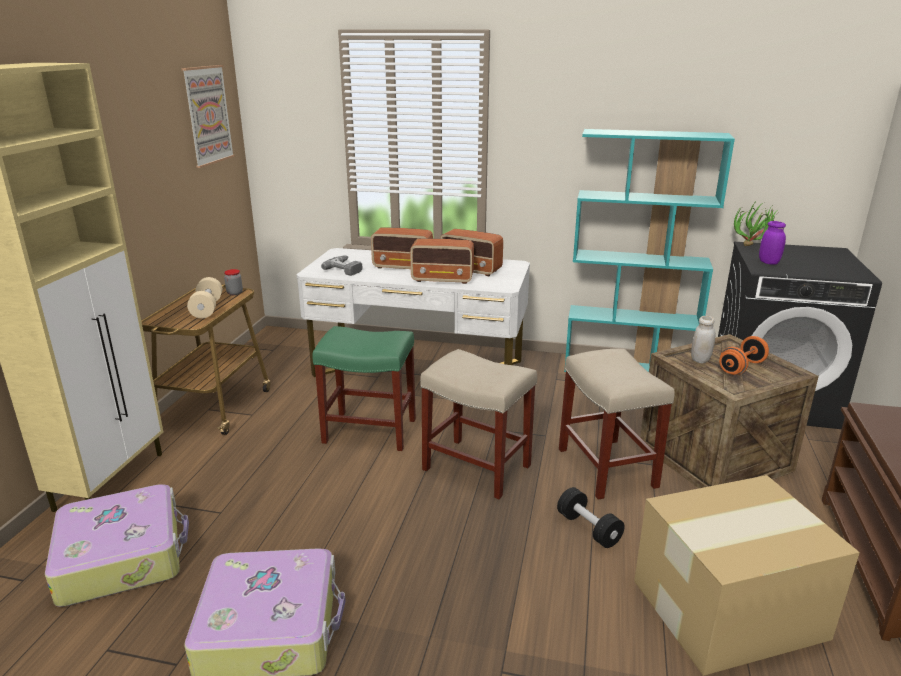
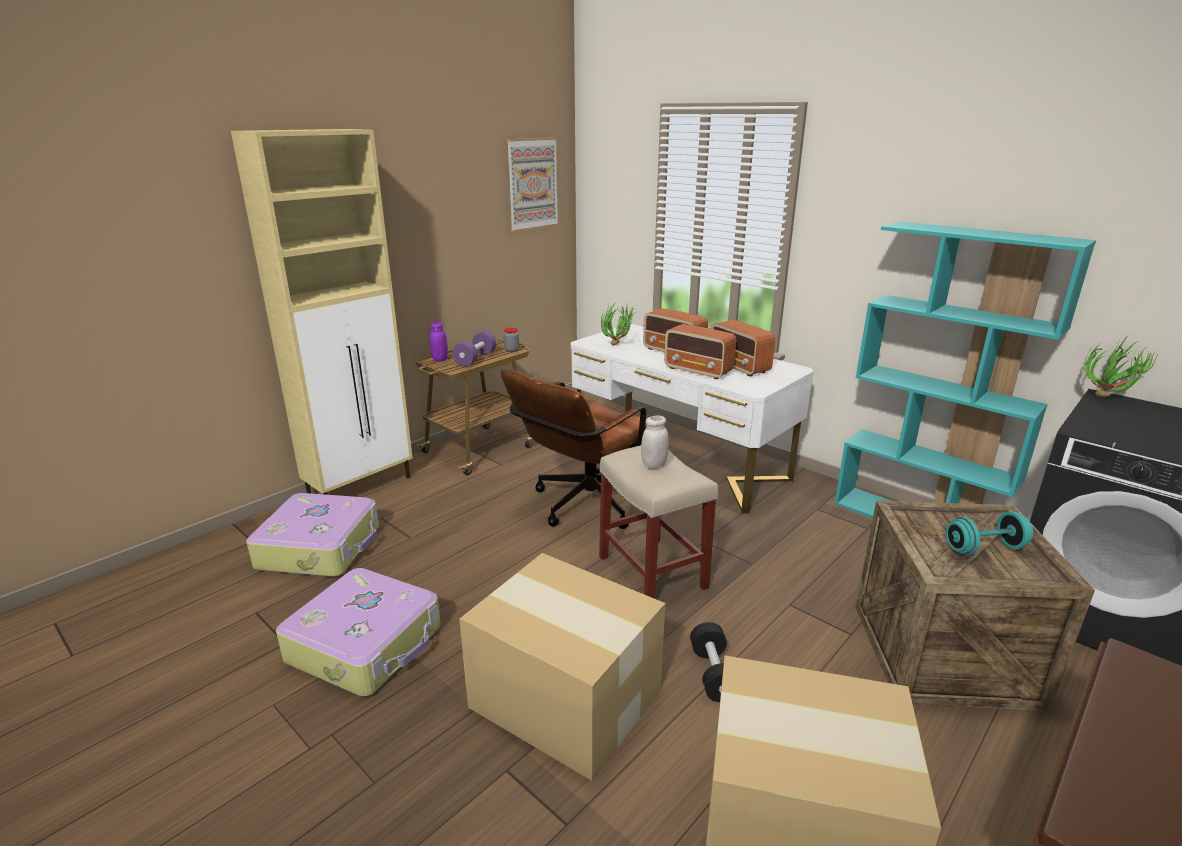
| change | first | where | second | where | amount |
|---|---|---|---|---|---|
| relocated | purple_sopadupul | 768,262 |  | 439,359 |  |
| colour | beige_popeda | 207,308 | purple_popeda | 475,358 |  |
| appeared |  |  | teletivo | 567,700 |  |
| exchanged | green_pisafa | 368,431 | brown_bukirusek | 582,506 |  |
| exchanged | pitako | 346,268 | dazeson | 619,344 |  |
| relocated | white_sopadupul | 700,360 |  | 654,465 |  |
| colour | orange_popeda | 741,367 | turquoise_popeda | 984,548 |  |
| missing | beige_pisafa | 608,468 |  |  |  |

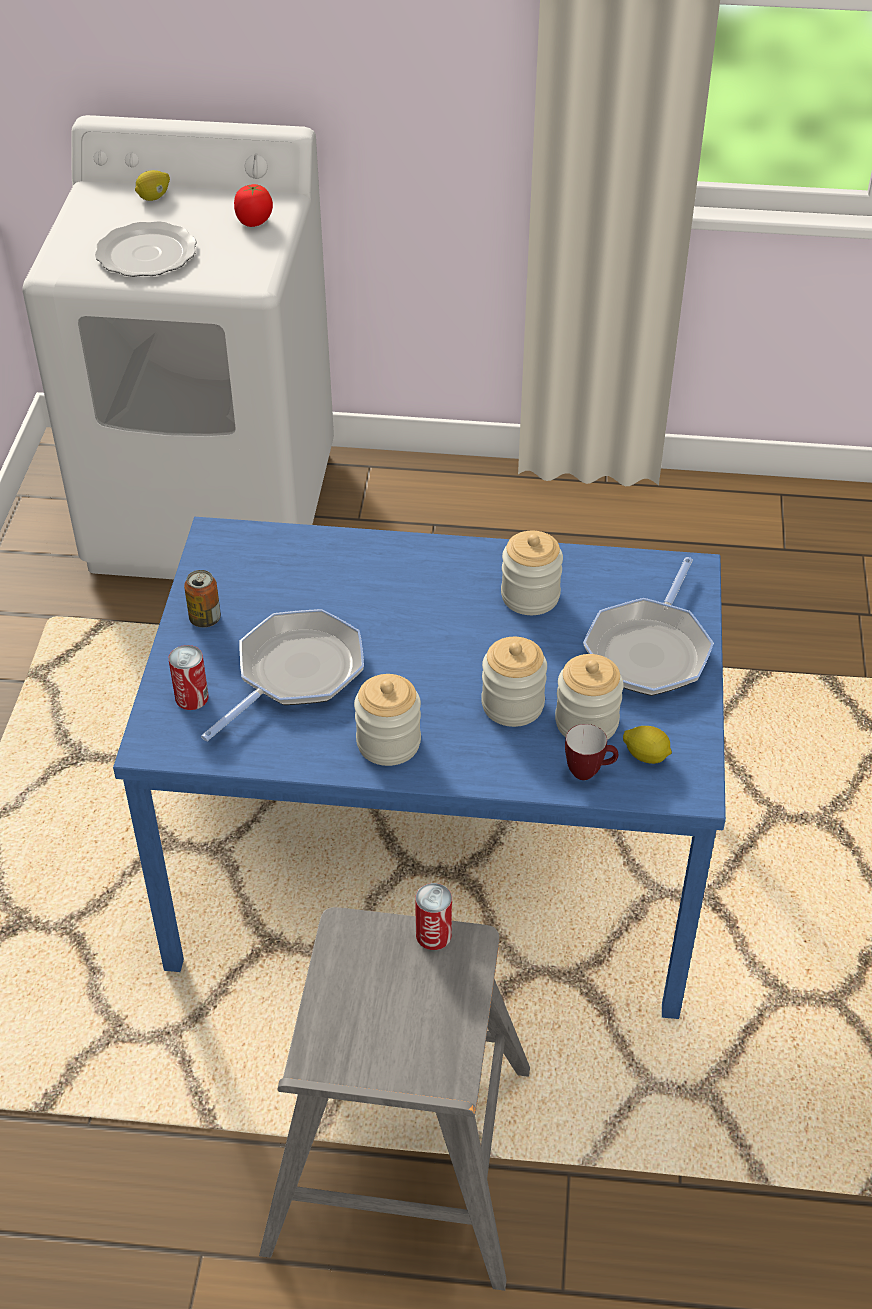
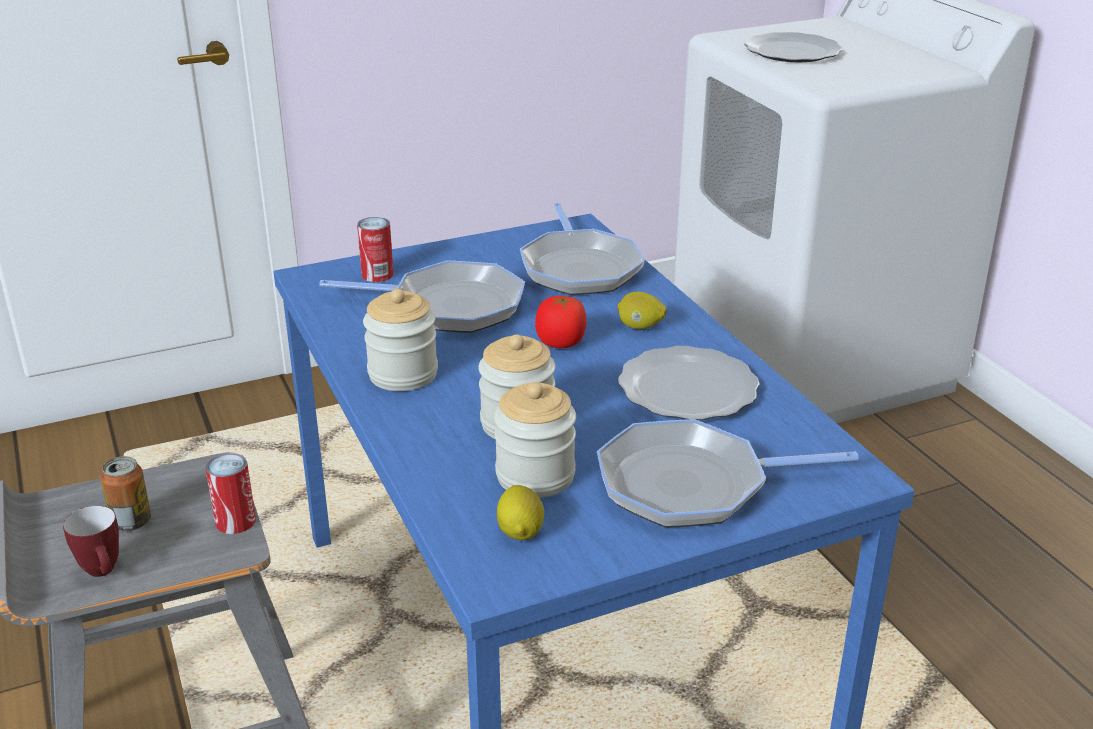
| change | first | where | second | where | amount |
|---|---|---|---|---|---|
| relocated | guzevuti | 589,771 |  | 104,573 |  |
| relocated | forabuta | 205,619 |  | 131,522 |  |
| appeared |  |  | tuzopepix | 579,268 |  |
| relocated | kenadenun | 254,222 |  | 560,343 |  |
| relocated | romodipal | 154,197 |  | 640,327 |  |
| exchanged | sopadupul | 530,596 | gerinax | 685,388 |  |

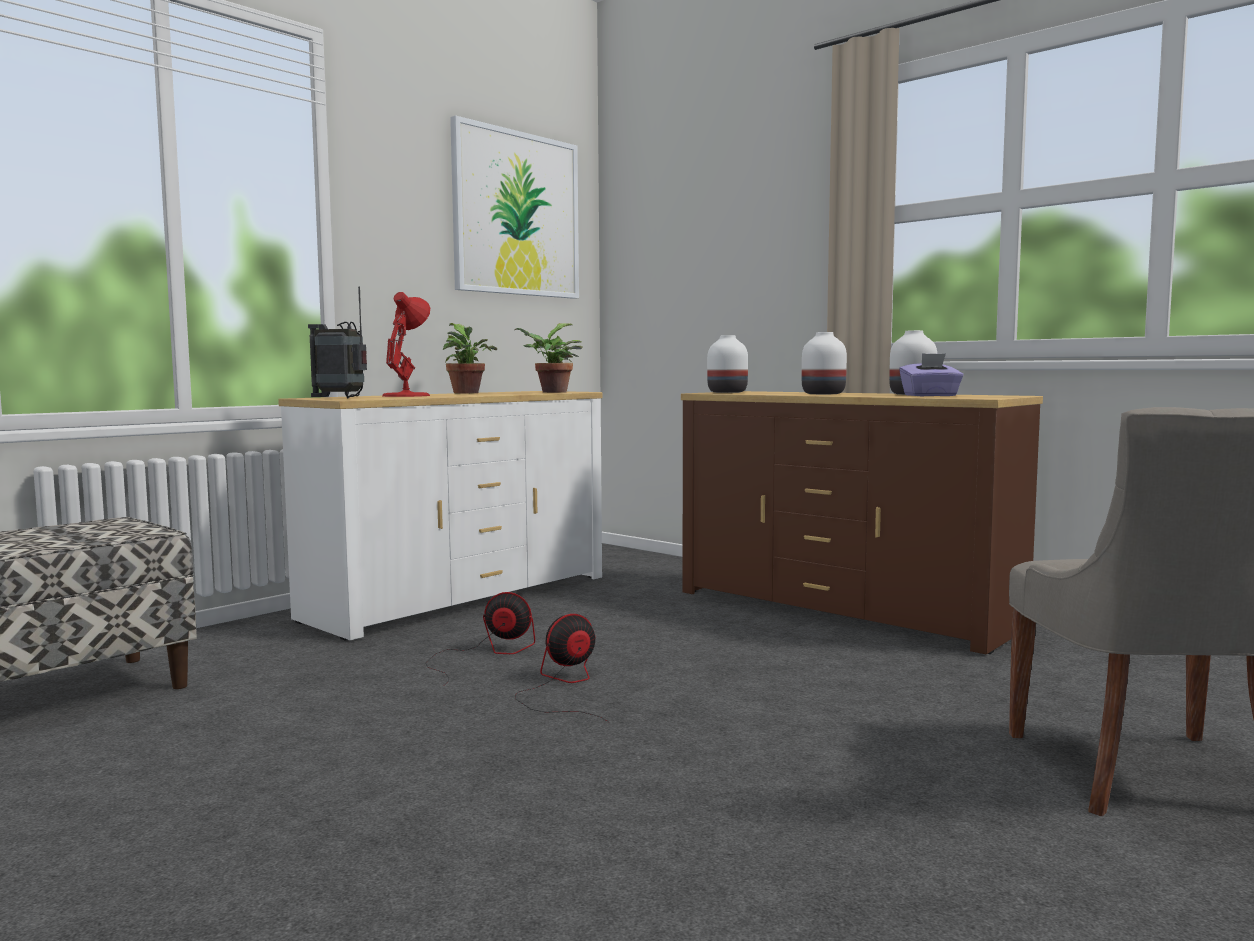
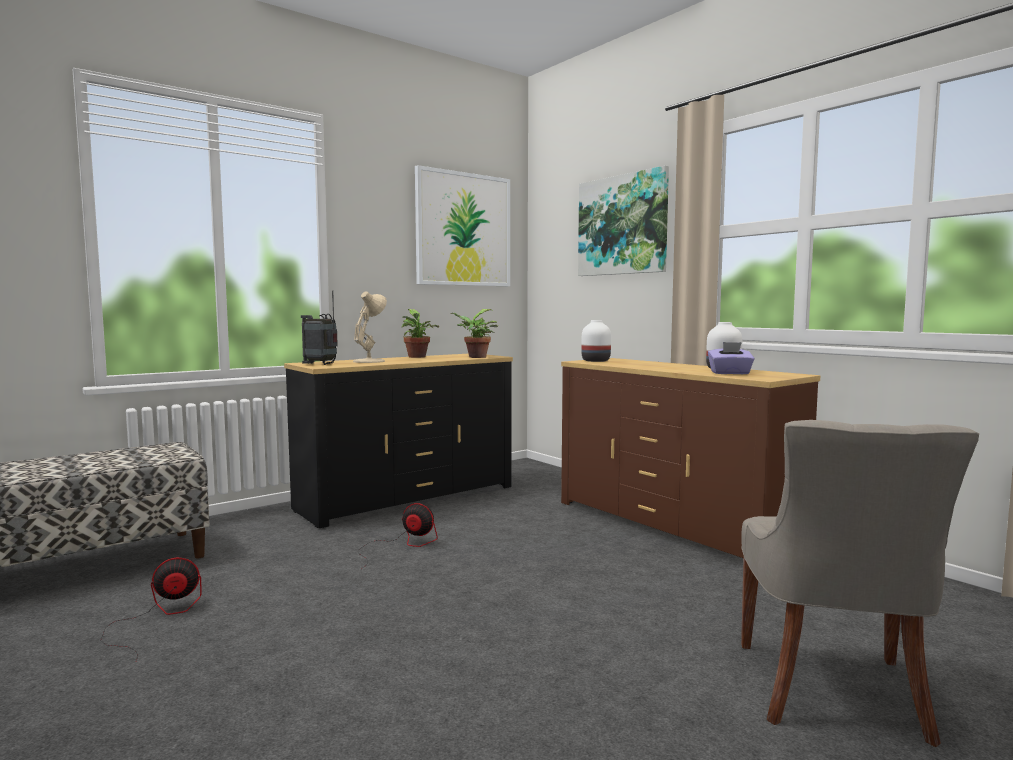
| change | first | where | second | where | amount |
|---|---|---|---|---|---|
| relocated | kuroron | 564,686 |  | 159,617 |  |
| colour | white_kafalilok | 459,598 | black_kafalilok | 407,498 |  |
| colour | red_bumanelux | 407,395 | beige_bumanelux | 370,361 |  |
| appeared |  |  | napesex | 622,225 |  |
| missing | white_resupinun | 824,394 |  |  |  |

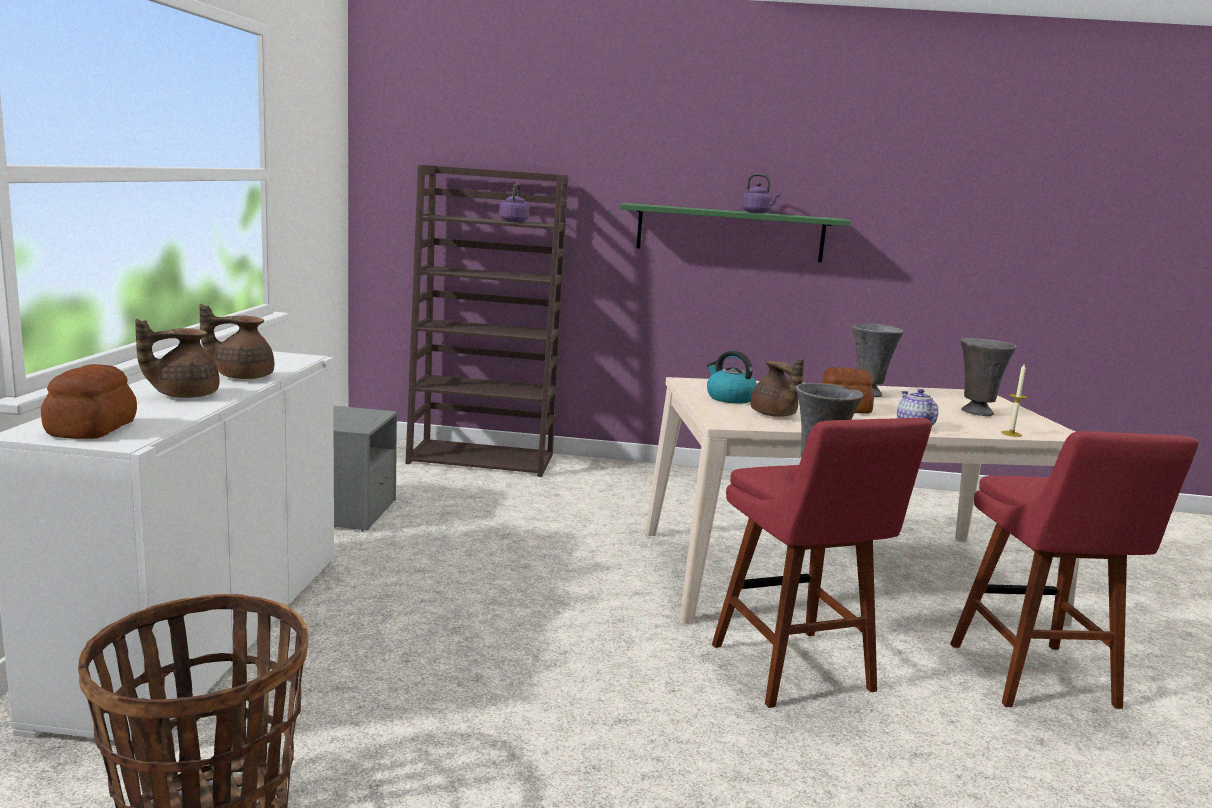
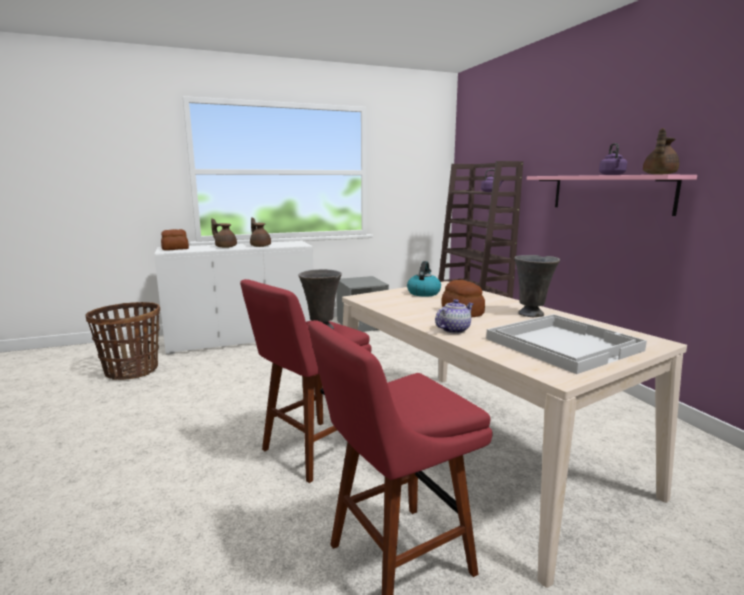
| change | first | where | second | where | amount |
|---|---|---|---|---|---|
| exchanged | grey_resupinun | 976,412 | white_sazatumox | 562,344 |  |
| colour | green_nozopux | 730,233 | pink_nozopux | 609,193 |  |
| relocated | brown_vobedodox | 774,415 |  | 658,174 |  |
| missing | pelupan | 1011,434 |  |  |  |

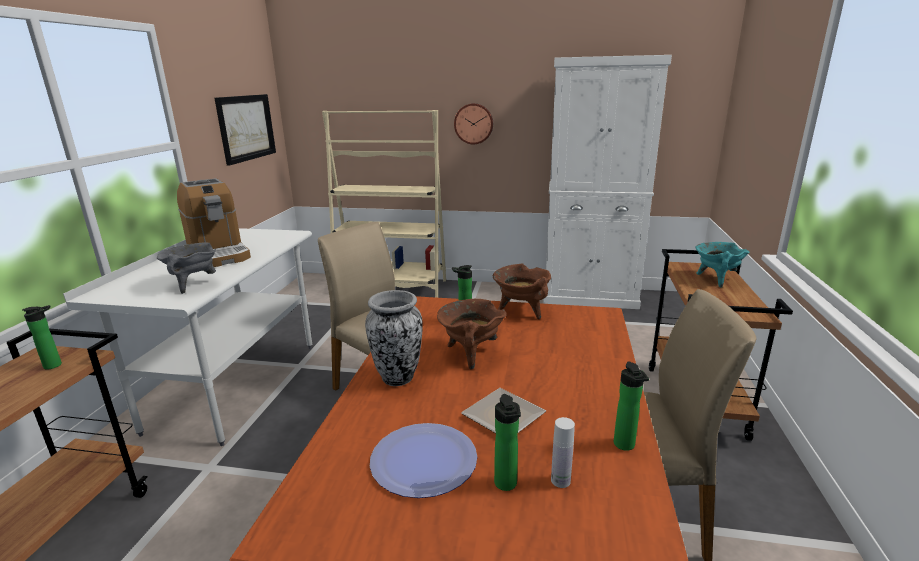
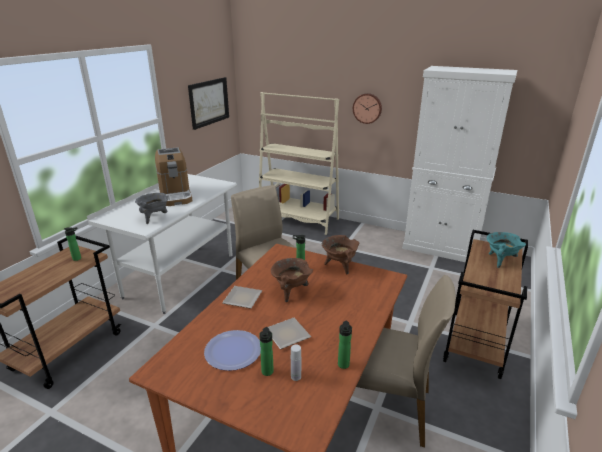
| change | first | where | second | where | amount |
|---|---|---|---|---|---|
| exchanged | resupinun | 398,377 | gerinax | 243,299 |  |

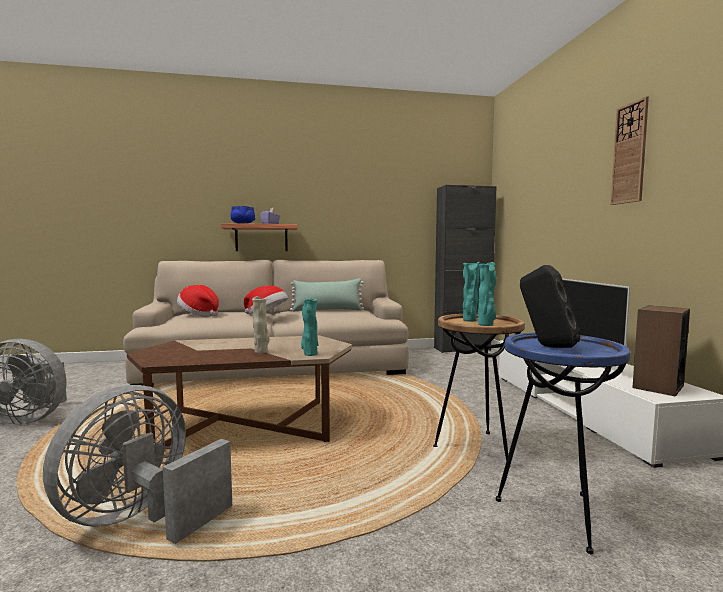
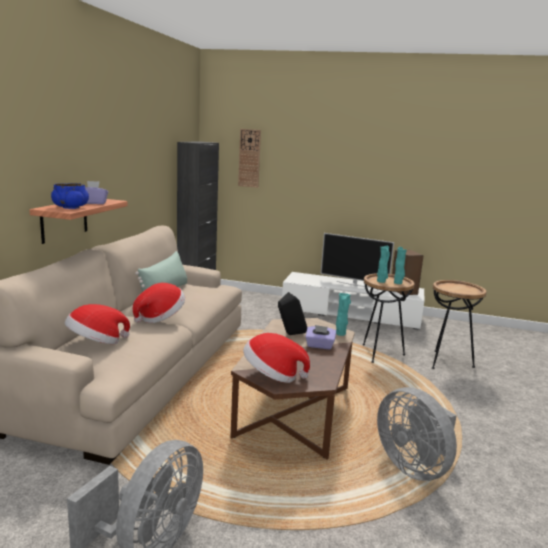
| change | first | where | second | where | amount |
|---|---|---|---|---|---|
| relocated | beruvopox | 629,153 |  | 249,158 |  |
| appeared |  |  | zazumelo | 272,376 |  |
| relocated | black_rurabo | 547,346 |  | 290,334 |  |
| exchanged | beige_resupinun | 261,352 | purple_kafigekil | 319,346 |  |
| colour | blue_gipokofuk | 555,513 | brown_gipokofuk | 447,362 |  |

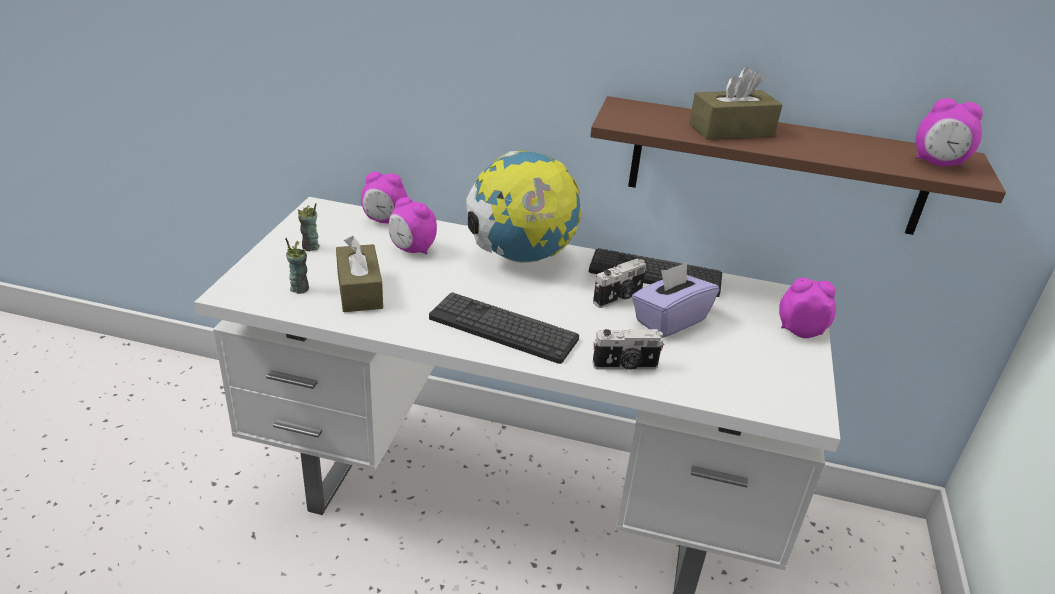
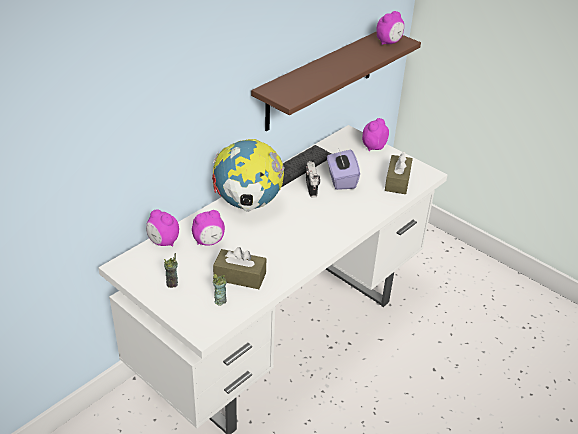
| change | first | where | second | where | amount |
|---|---|---|---|---|---|
| spun | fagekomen | 384,220 |  | 163,242 | 90 degrees clockwise |
| relocated | brown_kafigekil | 731,130 |  | 397,181 |  |
| missing | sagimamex | 503,328 |  |  |  |
| missing | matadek | 625,366 |  |  |  |

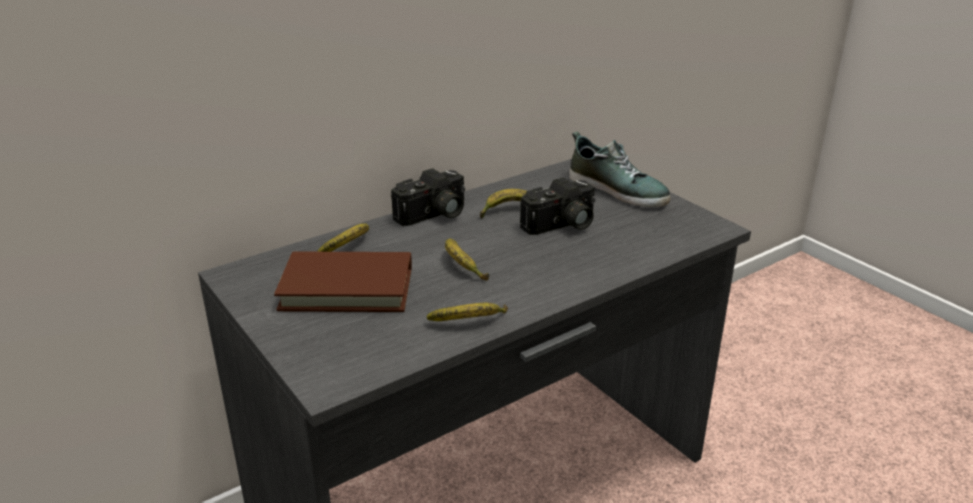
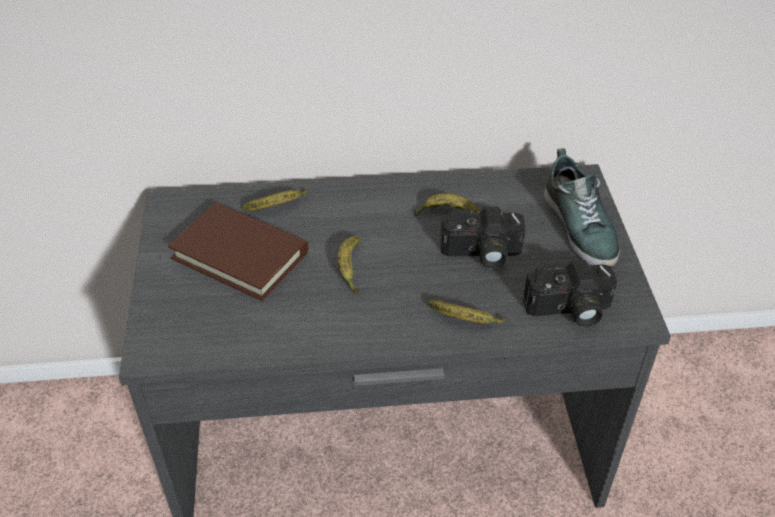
| change | first | where | second | where | amount |
|---|---|---|---|---|---|
| relocated | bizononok | 470,322 |  | 465,321 |  |
| relocated | matadek | 433,215 |  | 569,310 |  |

